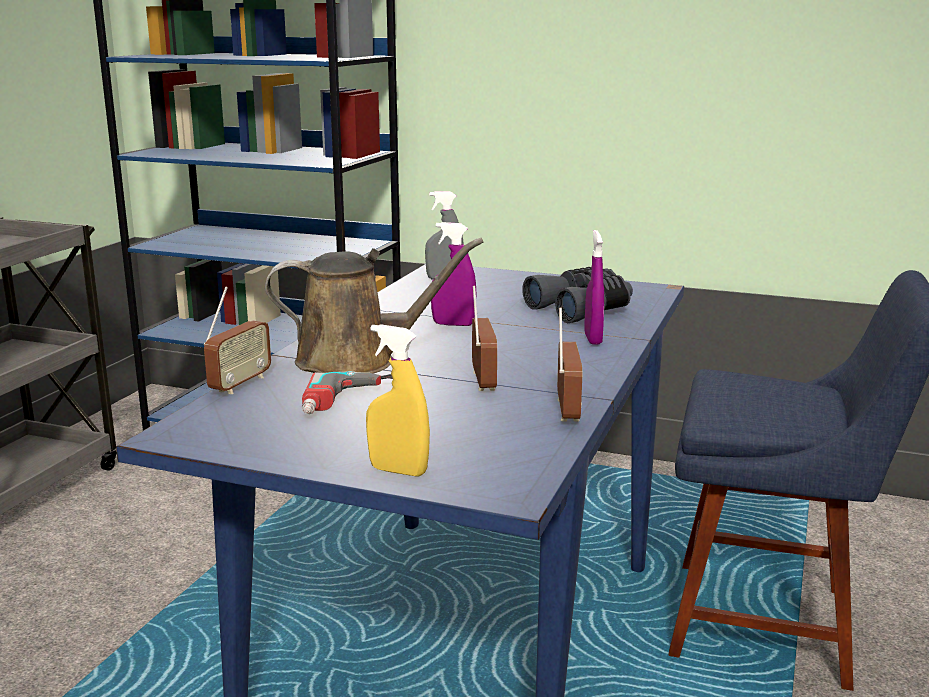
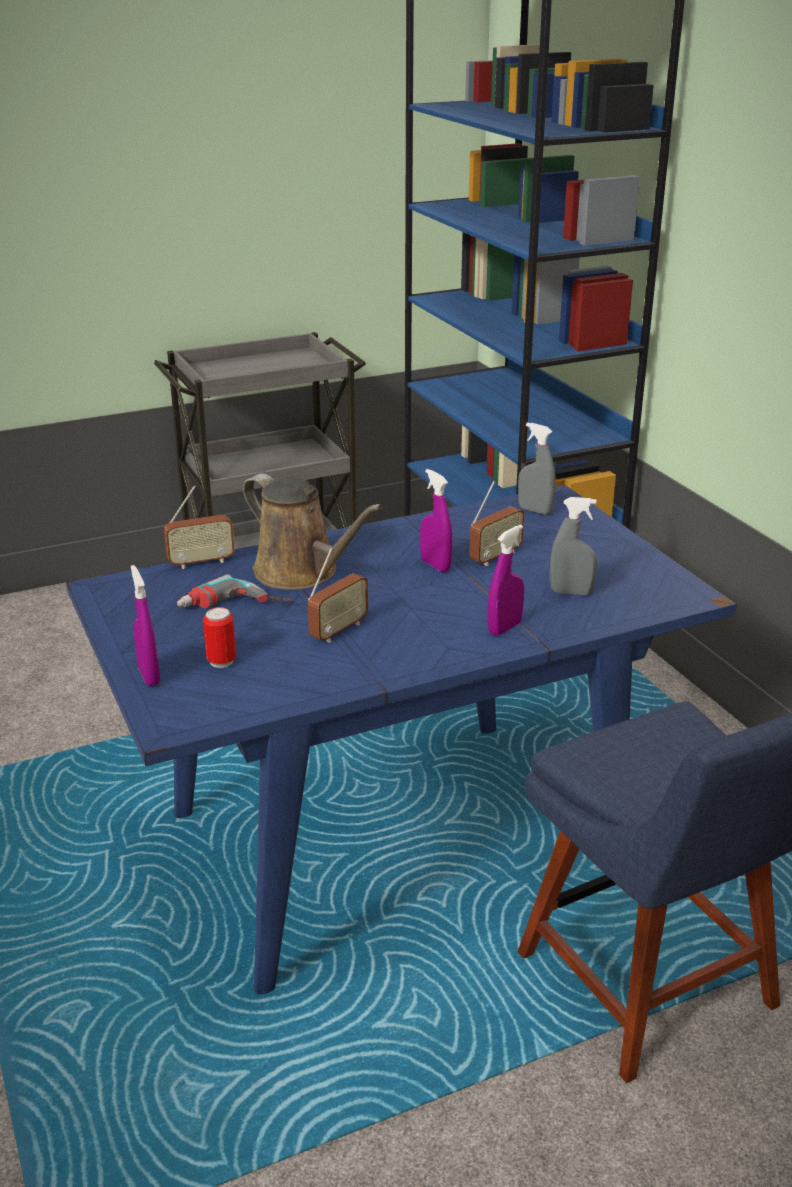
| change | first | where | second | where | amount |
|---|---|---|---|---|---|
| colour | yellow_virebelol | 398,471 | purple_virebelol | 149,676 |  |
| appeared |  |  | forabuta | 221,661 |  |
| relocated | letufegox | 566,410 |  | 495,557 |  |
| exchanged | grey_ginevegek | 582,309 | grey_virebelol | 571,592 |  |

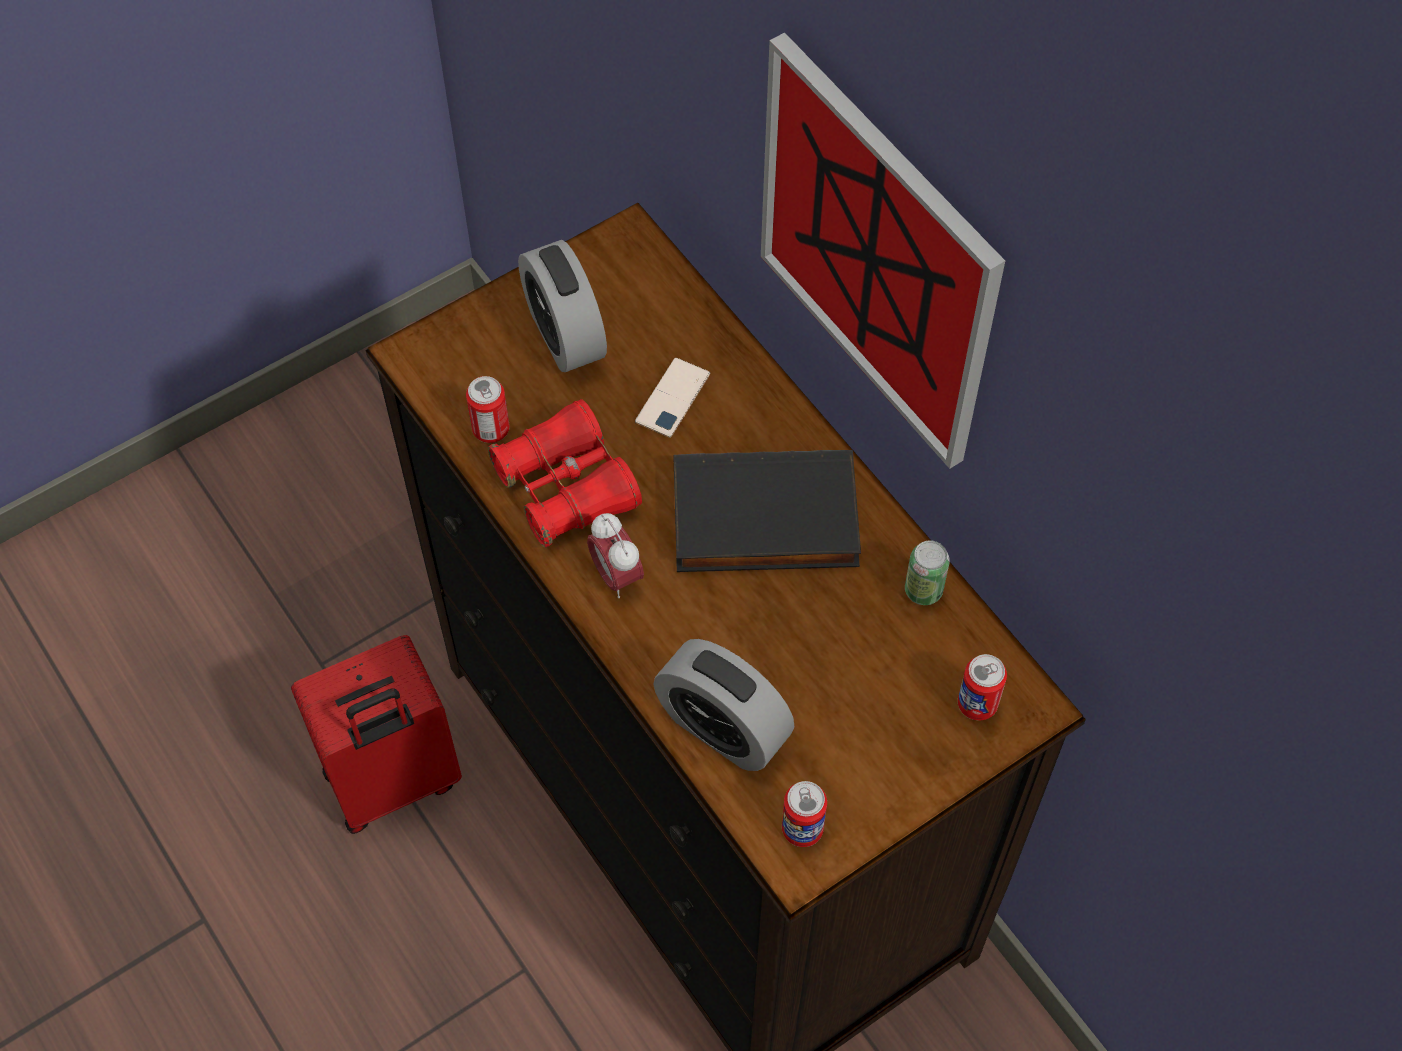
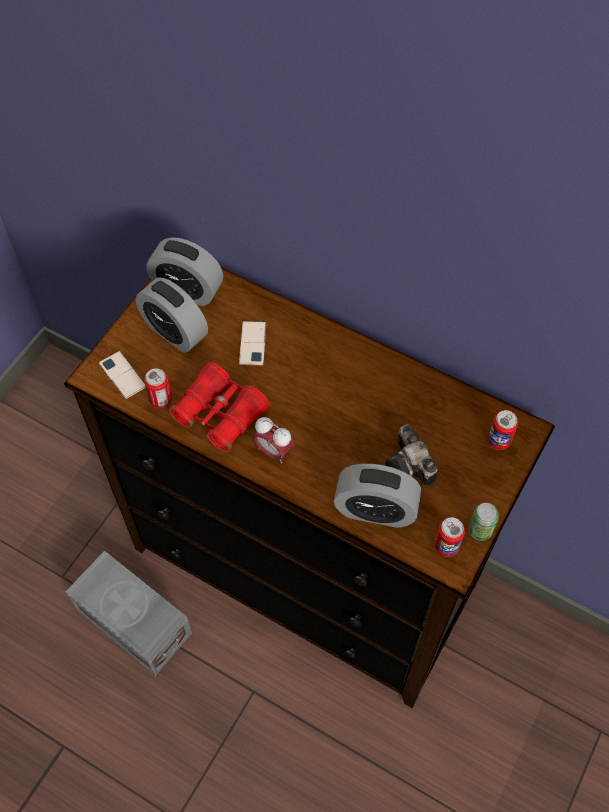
| change | first | where | second | where | amount |
|---|---|---|---|---|---|
| exchanged | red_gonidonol | 393,783 | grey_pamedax | 133,624 |  |
| appeared |  |  | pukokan | 122,375 |  |
| appeared |  |  | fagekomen | 187,289 |  |
| appeared |  |  | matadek | 410,467 |  |
| relocated | forabuta | 923,590 |  | 480,530 |  |
| missing | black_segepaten | 764,521 |  |  |  |
| missing | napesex | 877,254 |  |  |  |

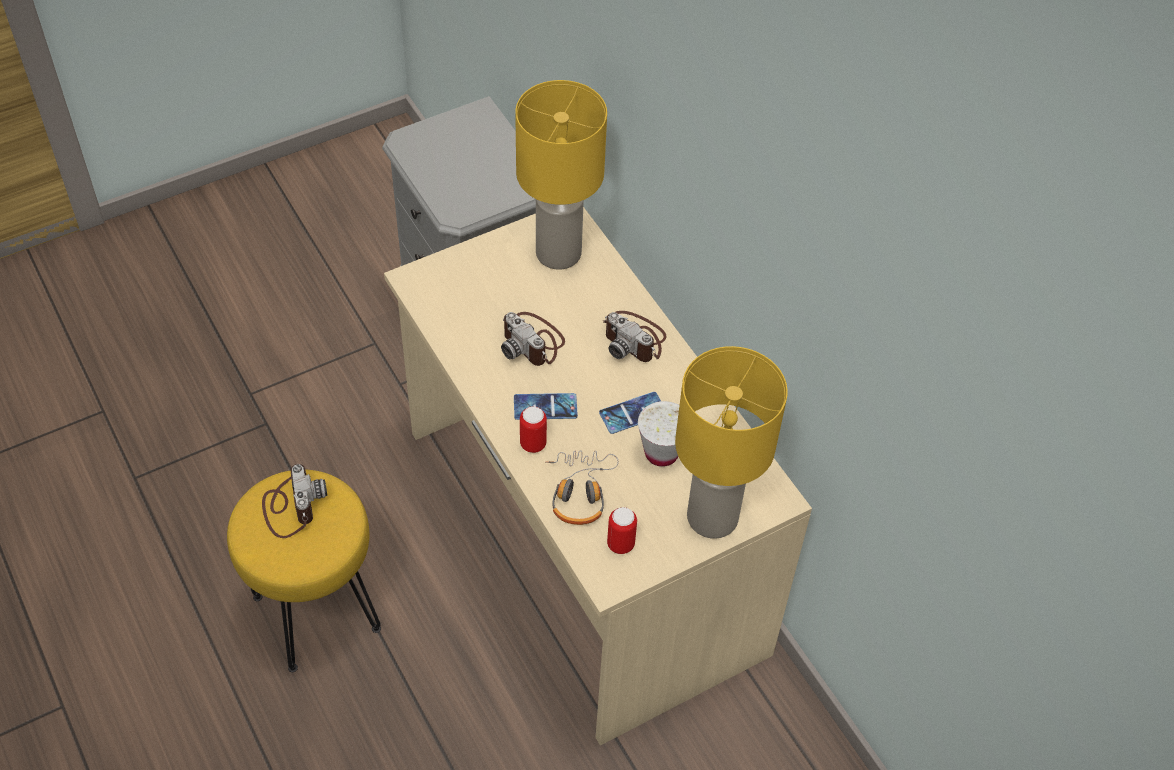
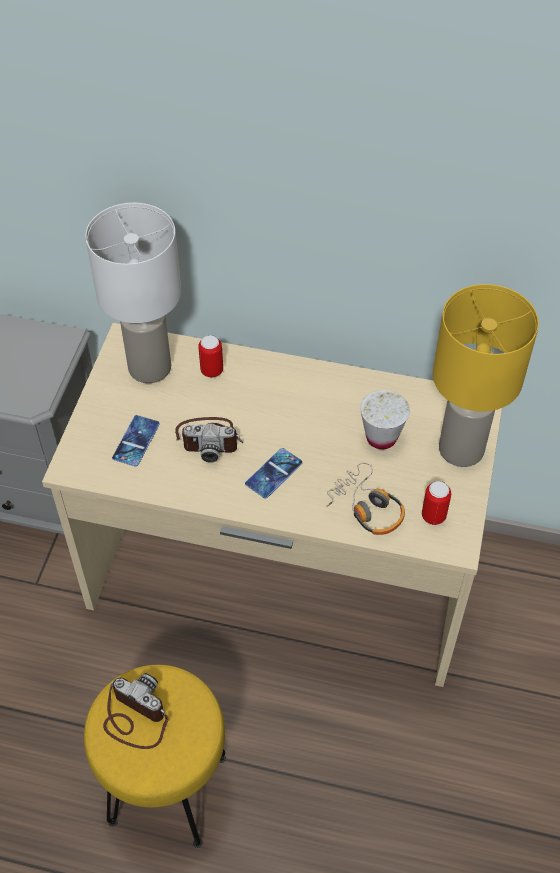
| change | first | where | second | where | amount |
|---|---|---|---|---|---|
| colour | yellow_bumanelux | 558,252 | white_bumanelux | 148,367 |  |
| relocated | pukokan | 633,413 |  | 136,441 |  |
| relocated | forabuta | 533,444 |  | 212,371 |  |
| missing | matadek | 634,339 |  |  |  |

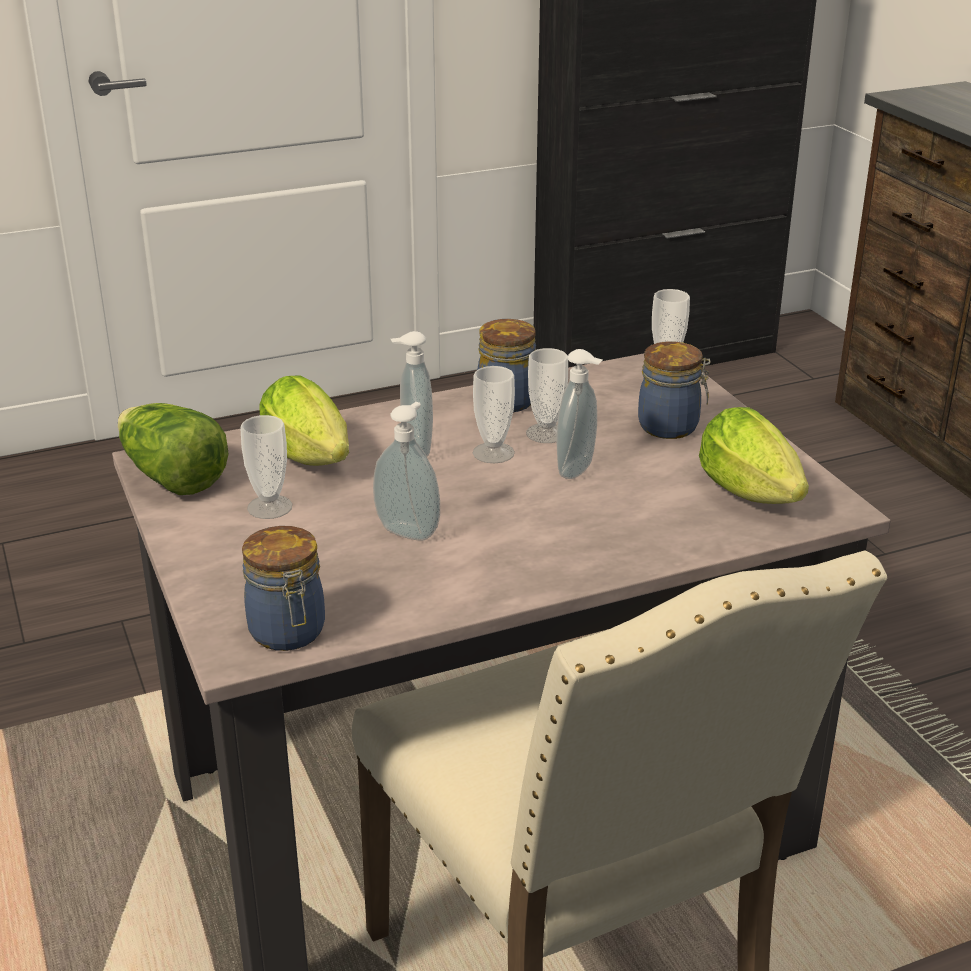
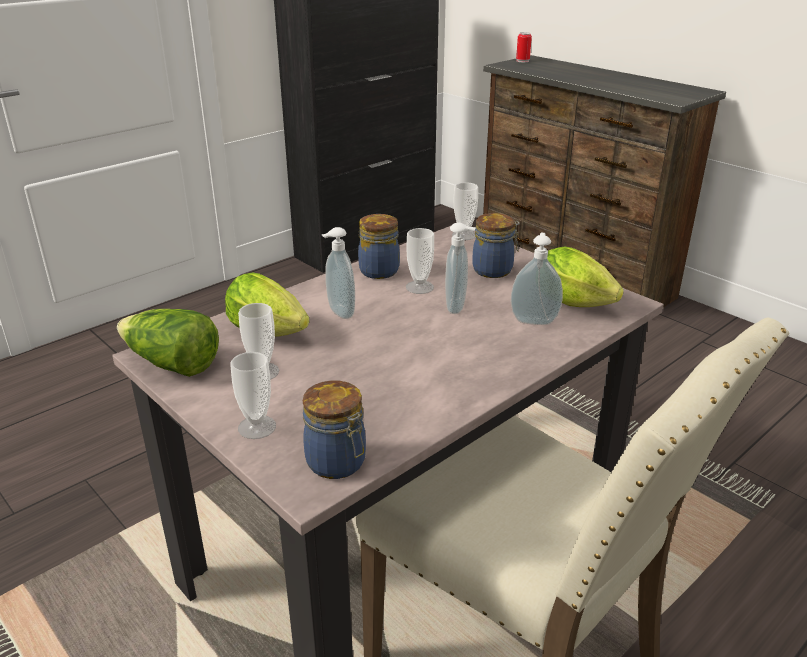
| change | first | where | second | where | amount |
|---|---|---|---|---|---|
| relocated | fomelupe | 493,453 |  | 257,427 |  |
| relocated | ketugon | 409,530 |  | 534,320 |  |
| appeared |  |  | forabuta | 522,61 |  |

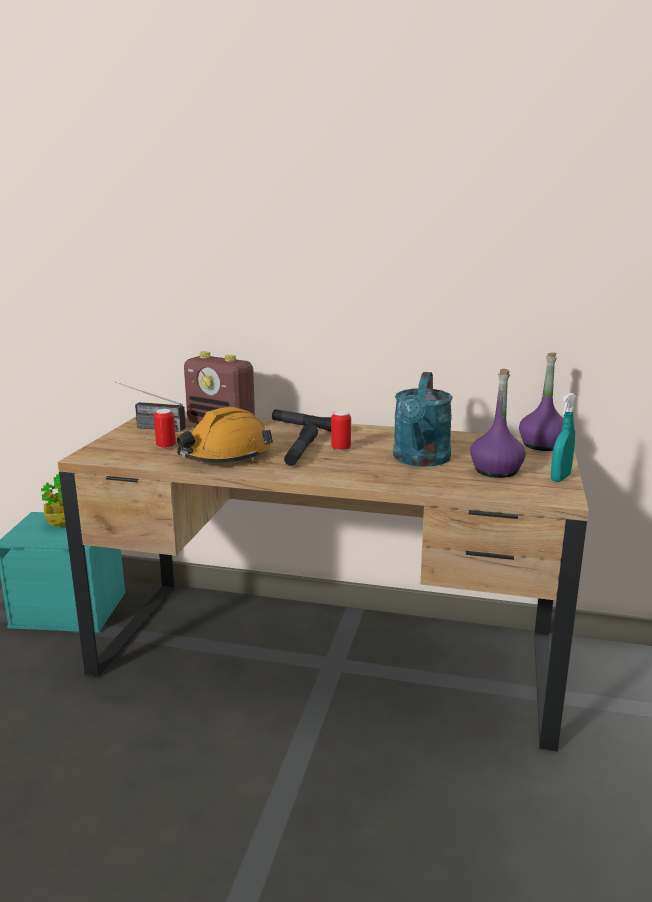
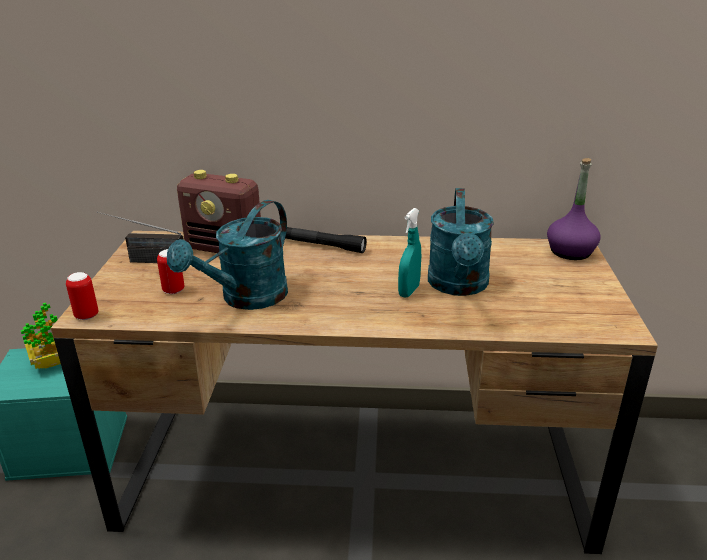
| change | first | where | second | where | amount |
|---|---|---|---|---|---|
| relocated | forabuta | 341,449 |  | 86,316 |  |
| exchanged | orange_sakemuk | 225,455 | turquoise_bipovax | 246,299 |  |
| relocated | turquoise_virebelol | 560,478 |  | 409,291 |  |
| missing | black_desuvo | 301,452 |  |  |  |
| missing | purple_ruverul | 496,471 |  |  |  |

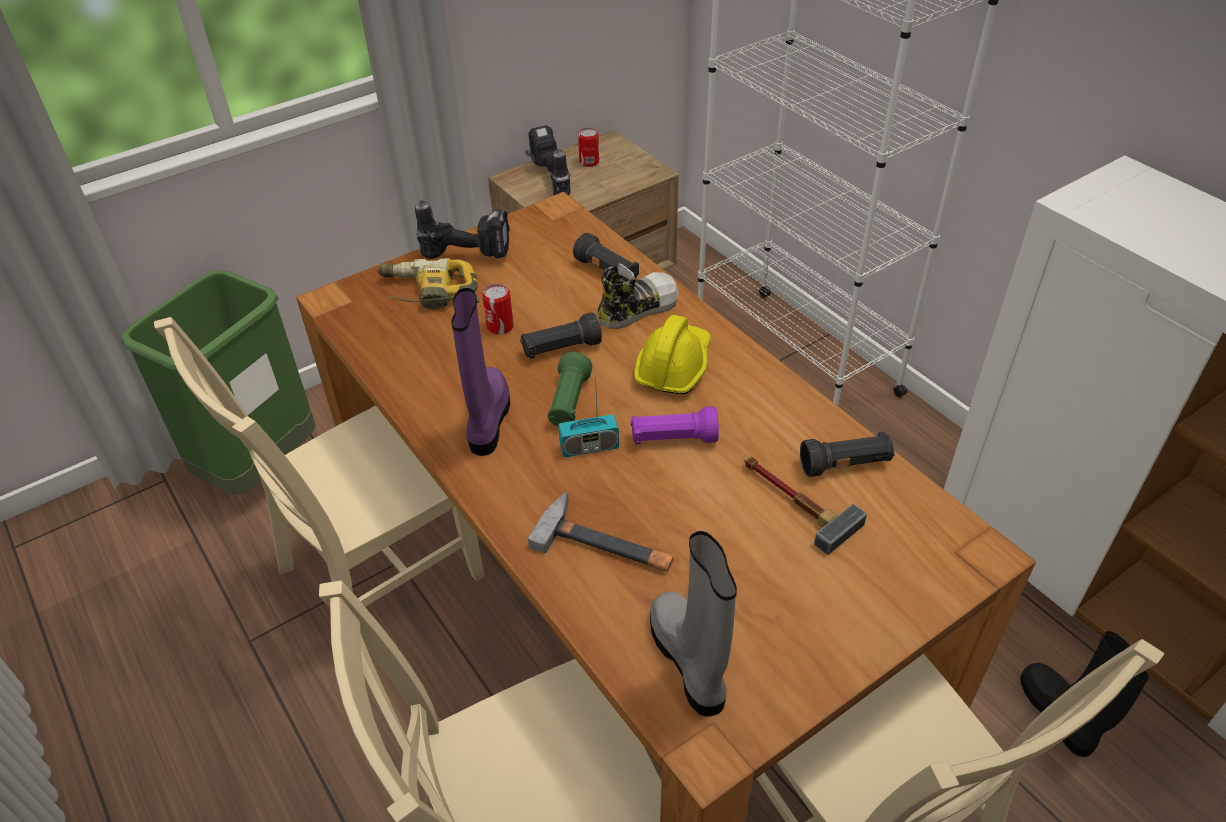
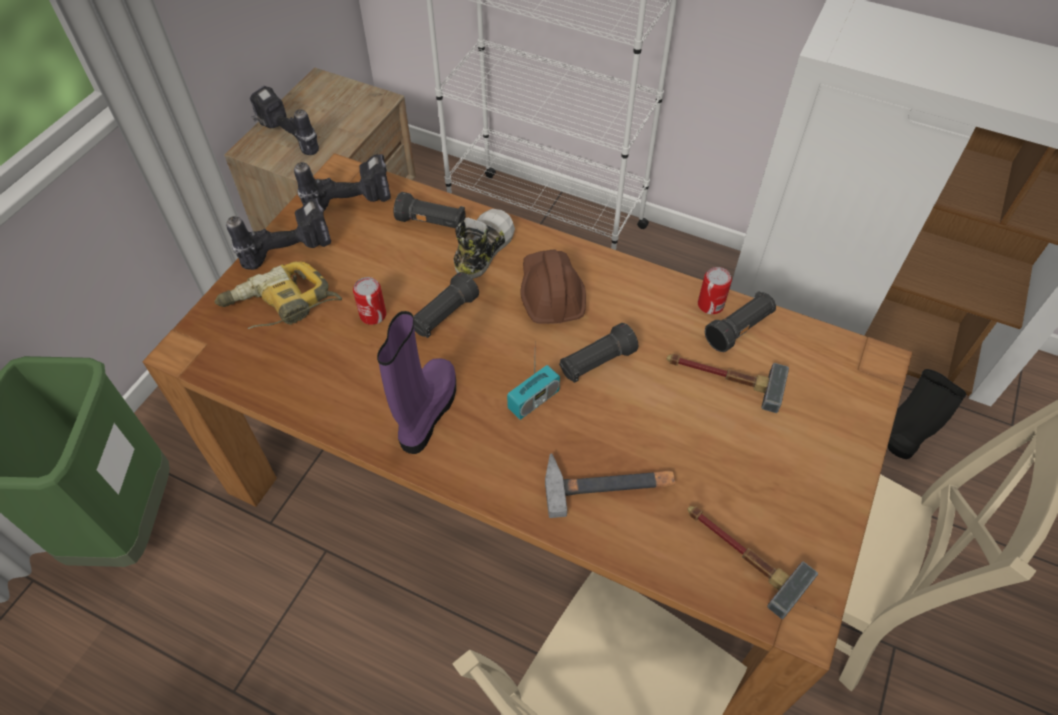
| change | first | where | second | where | amount |
|---|---|---|---|---|---|
| appeared |  |  | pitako | 351,201 |  |
| spun | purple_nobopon | 487,419 |  | 426,412 | 45 degrees clockwise |
| colour | yellow_sakemuk | 673,366 | brown_sakemuk | 551,294 |  |
| colour | purple_desuvo | 673,439 | black_desuvo | 596,363 |  |
| exchanged | grey_nobopon | 690,661 | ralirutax | 740,554 |  |
| relocated | forabuta | 589,162 |  | 710,305 |  |
| missing | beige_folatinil | 372,577 |  |  |  |
| missing | green_desuvo | 569,403 |  |  |  |

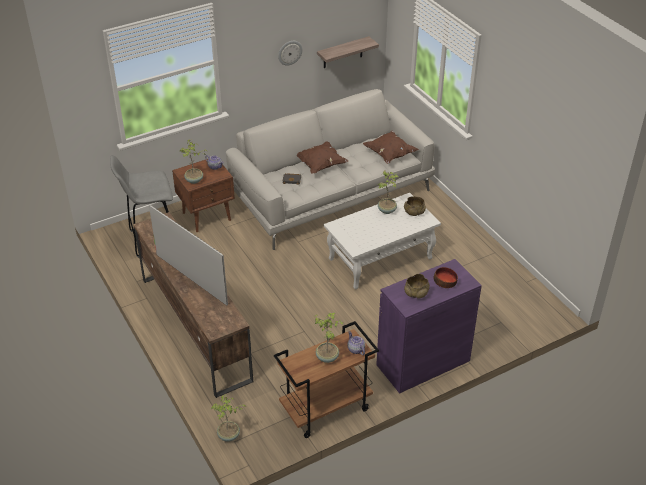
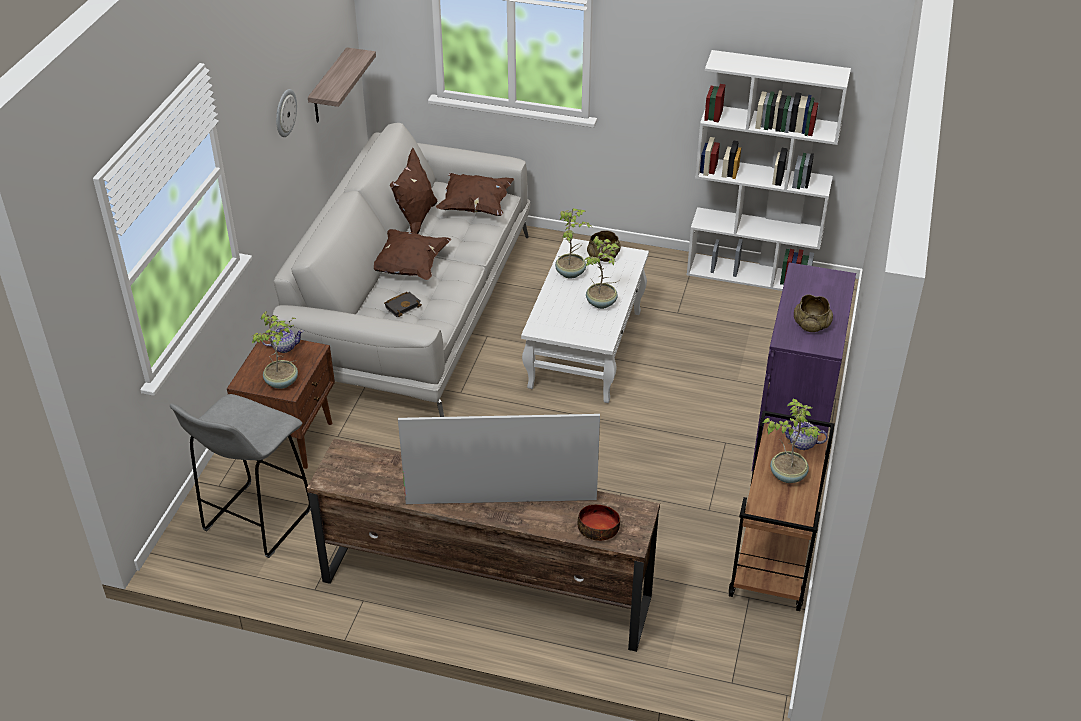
| change | first | where | second | where | amount |
|---|---|---|---|---|---|
| appeared |  |  | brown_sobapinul | 415,219 |  |
| relocated | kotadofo | 445,282 |  | 598,529 |  |
| relocated | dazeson | 229,436 |  | 602,303 |  |
| appeared |  |  | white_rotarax | 752,274 |  |

